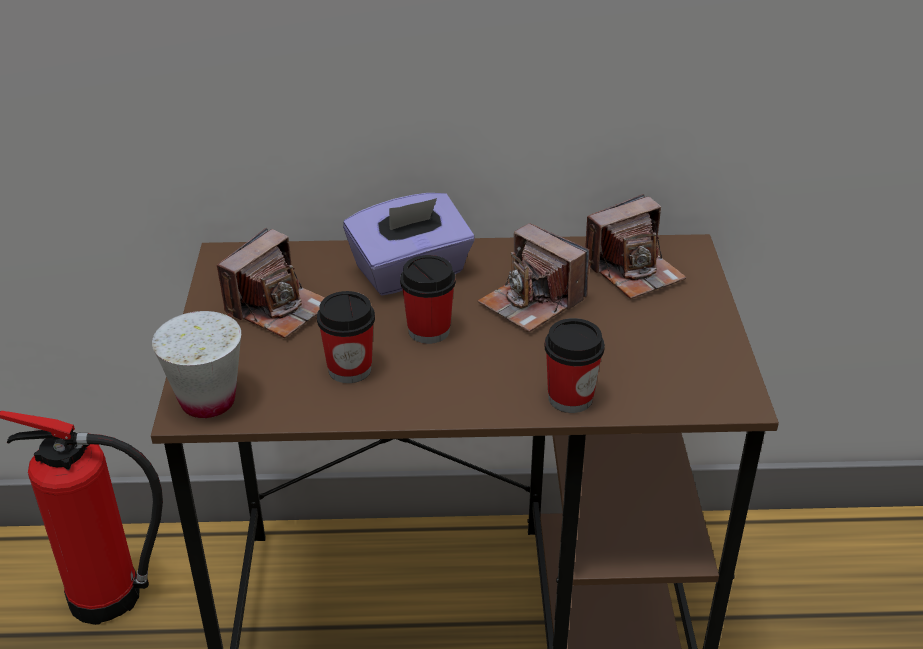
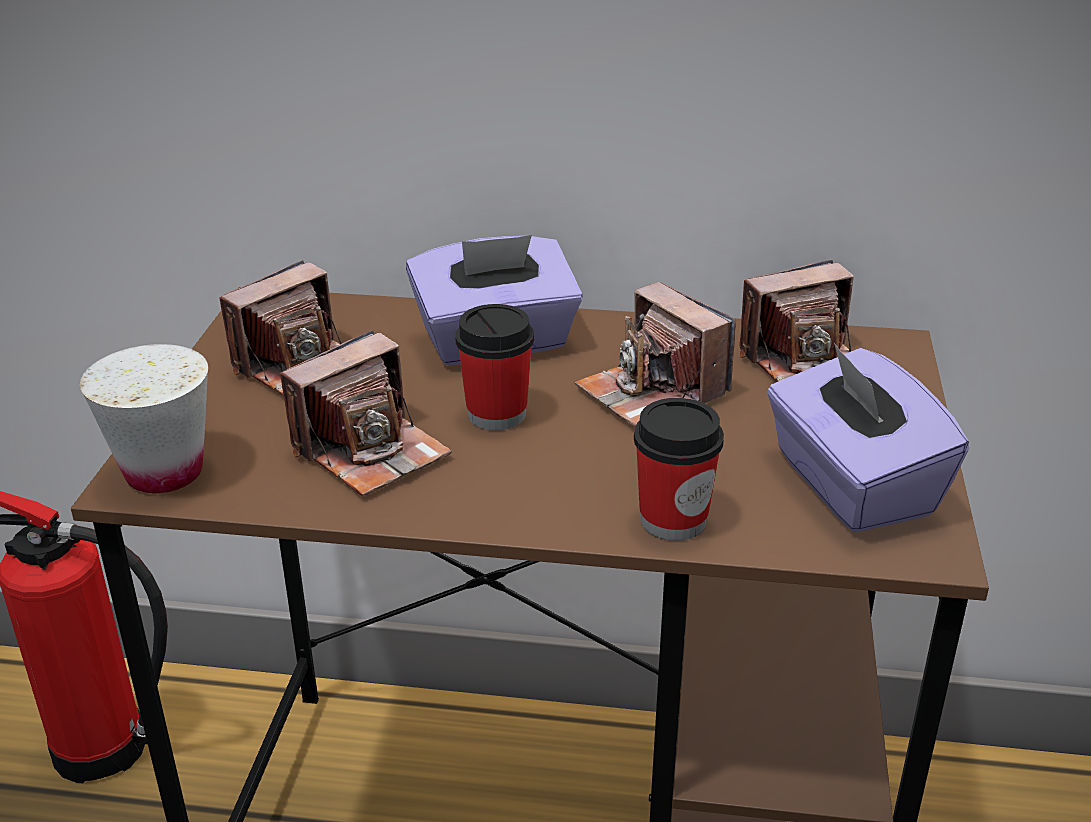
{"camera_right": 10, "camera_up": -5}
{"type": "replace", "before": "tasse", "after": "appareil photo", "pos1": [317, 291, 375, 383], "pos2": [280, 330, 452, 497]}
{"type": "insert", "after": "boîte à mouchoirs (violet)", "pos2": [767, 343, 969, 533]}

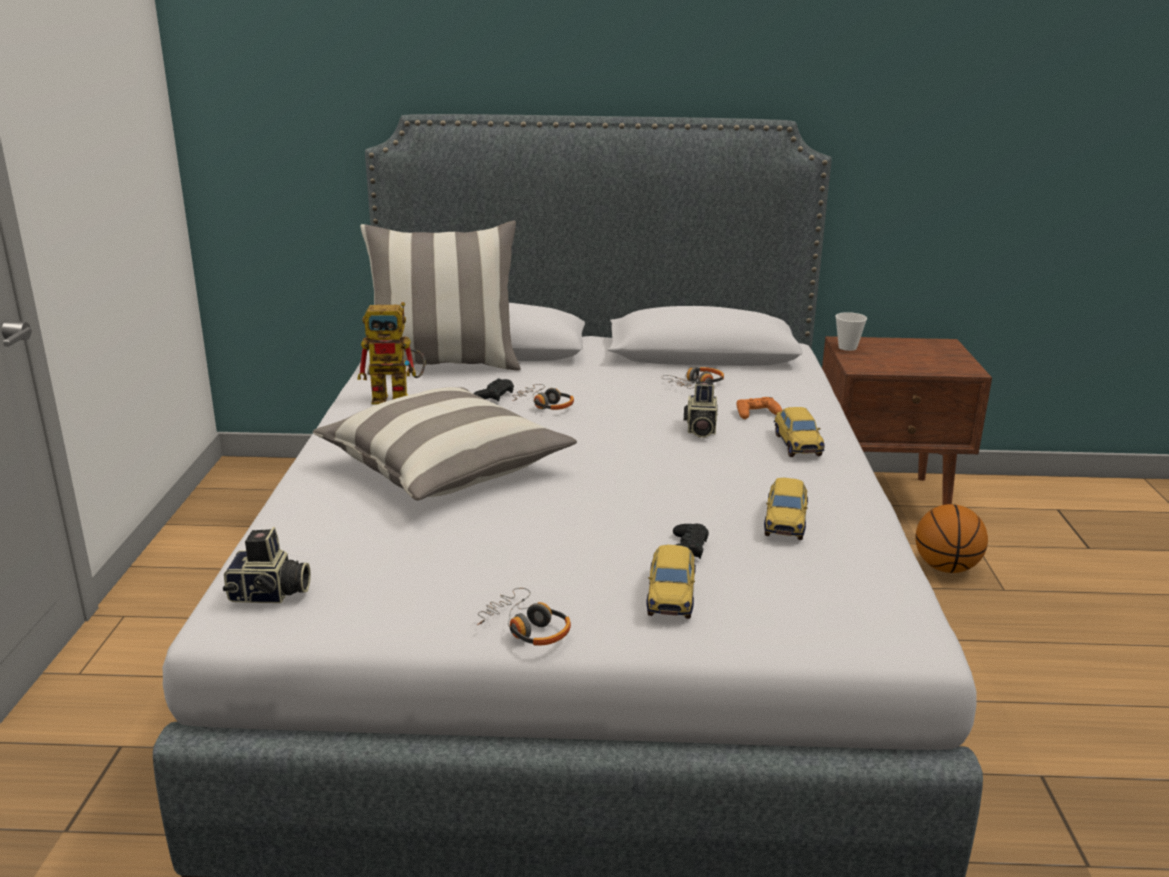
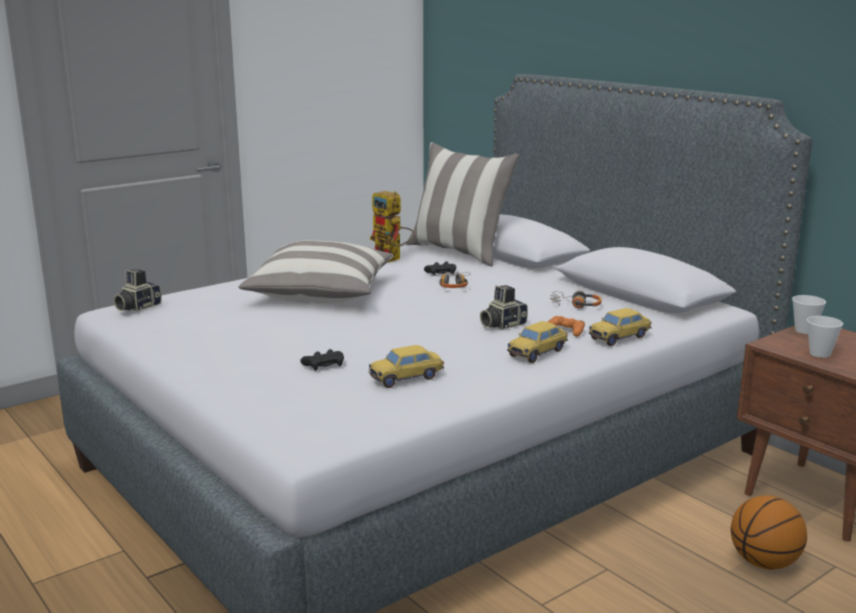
{"camera_right": 50, "camera_up": -5}
{"type": "rotate", "before": "appareil photo", "pos1": [223, 527, 311, 603], "pos2": [114, 269, 162, 312], "turn": 75}
{"type": "move", "before": "petite voiture", "pos1": [646, 545, 696, 619], "pos2": [589, 308, 651, 346]}
{"type": "insert", "after": "tasse", "pos2": [807, 316, 843, 358]}
{"type": "delete", "before": "casque audio", "pos1": [477, 588, 571, 646]}

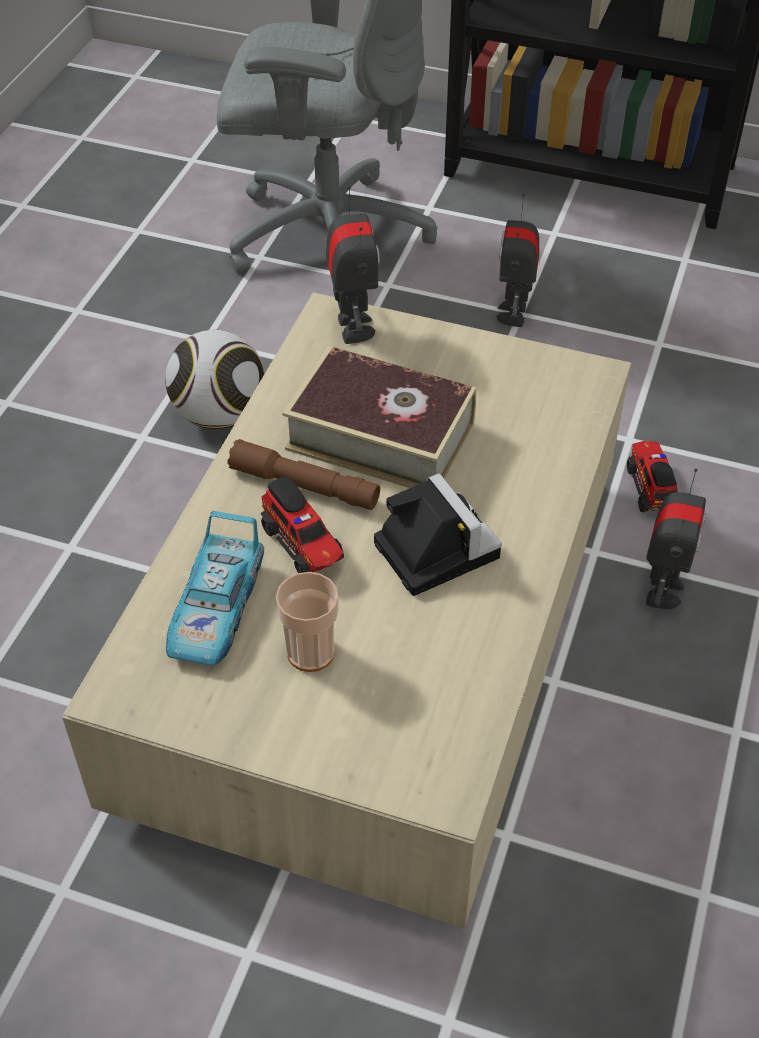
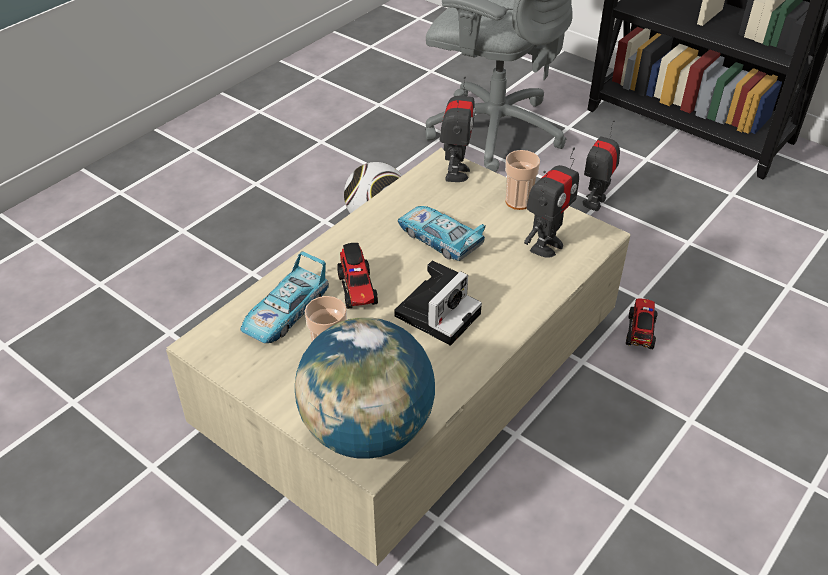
{"camera_right": 20, "camera_up": -5}
{"type": "insert", "after": "globe", "pos2": [295, 317, 435, 459]}
{"type": "rotate", "before": "appareil photo", "pos1": [374, 473, 502, 596], "pos2": [394, 261, 482, 345], "turn": 45}
{"type": "replace", "before": "livre", "after": "petite voiture", "pos1": [282, 346, 476, 488], "pos2": [398, 206, 486, 261]}
{"type": "insert", "after": "tasse", "pos2": [505, 150, 540, 210]}
{"type": "move", "before": "robot jouet", "pos1": [646, 468, 706, 609], "pos2": [524, 147, 579, 258]}
{"type": "delete", "before": "lampe de poche (marron)", "pos1": [228, 439, 380, 510]}

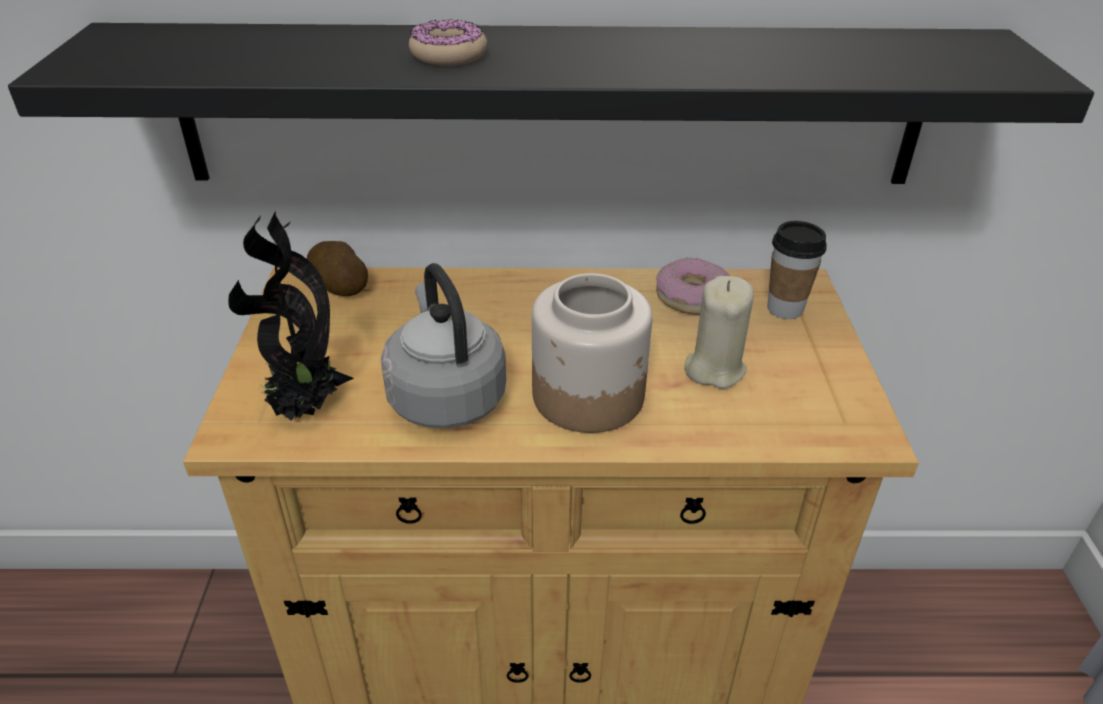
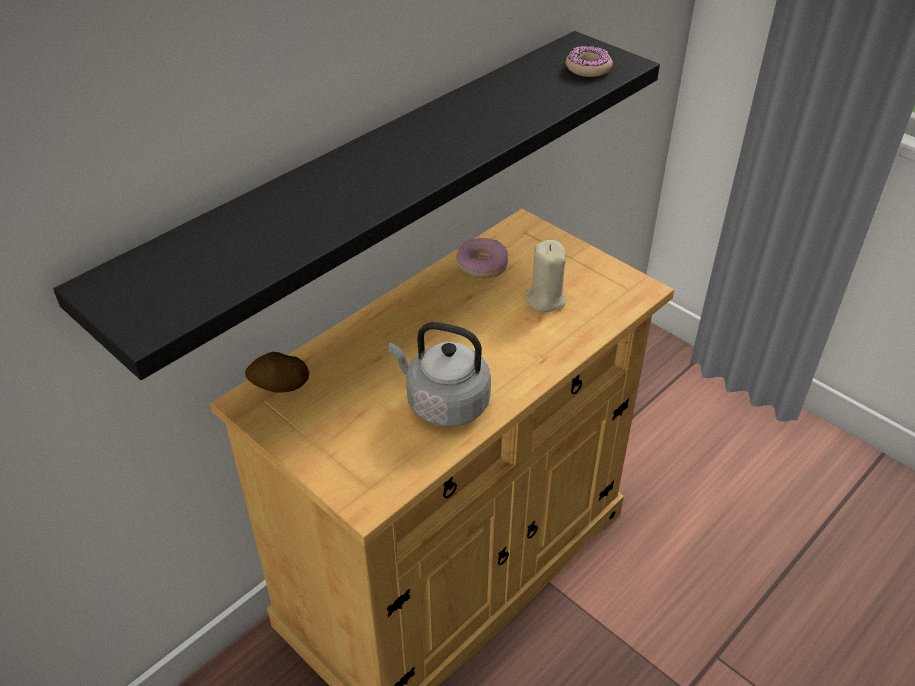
{"camera_right": -45, "camera_up": 5}
{"type": "move", "before": "beignet", "pos1": [409, 19, 487, 65], "pos2": [566, 46, 613, 77]}
{"type": "delete", "before": "plante en pot", "pos1": [228, 211, 354, 421]}
{"type": "delete", "before": "bocal", "pos1": [532, 273, 652, 433]}
{"type": "delete", "before": "tasse", "pos1": [767, 221, 827, 319]}

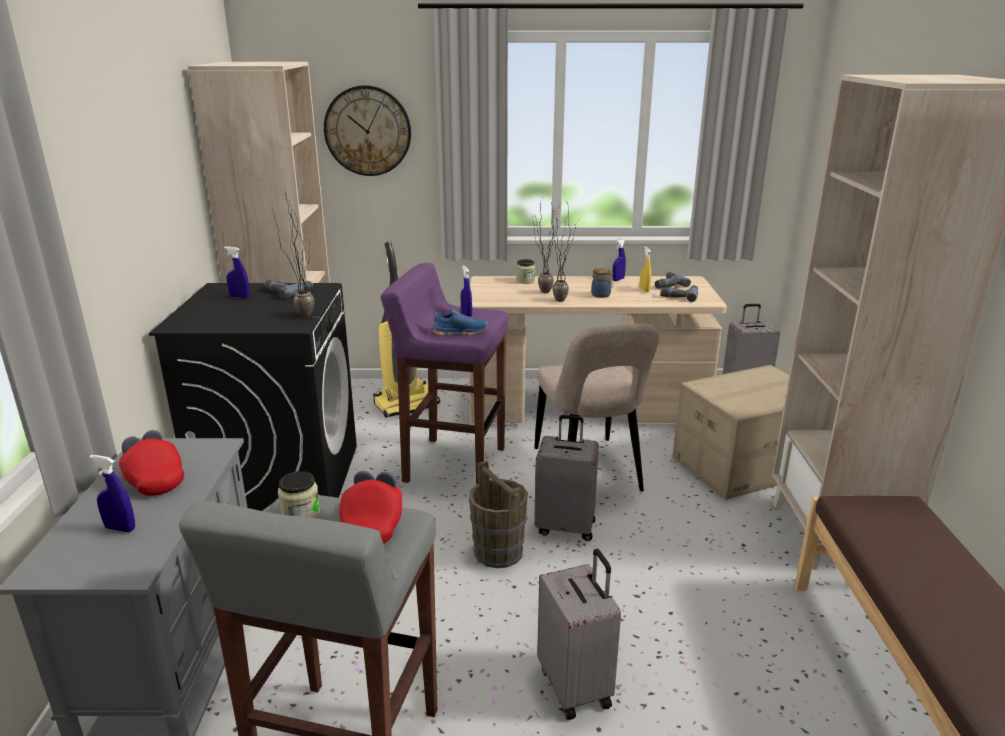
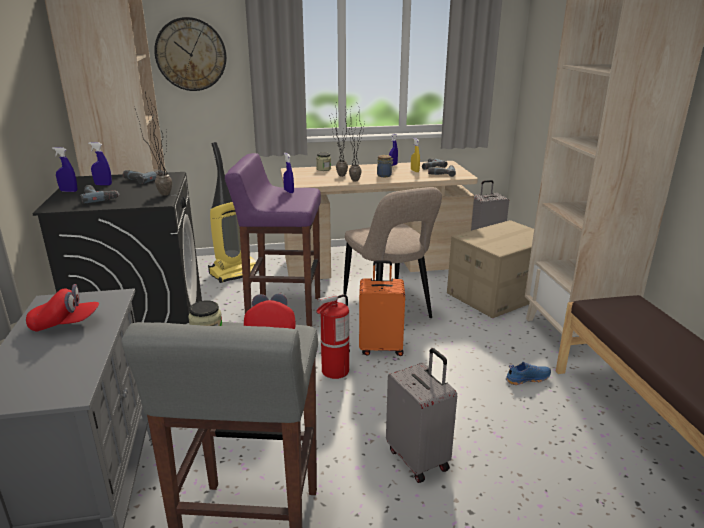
{"camera_right": -10, "camera_up": 0}
{"type": "rotate", "before": "casquette (rouge)", "pos1": [119, 430, 184, 496], "pos2": [26, 284, 99, 332], "turn": 135}
{"type": "move", "before": "vaporisateur (bleu)", "pos1": [90, 455, 135, 532], "pos2": [52, 147, 78, 192]}
{"type": "insert", "after": "perceuse", "pos2": [80, 185, 120, 204]}
{"type": "replace", "before": "seau (marron)", "after": "extincteur", "pos1": [469, 460, 528, 568], "pos2": [316, 294, 350, 379]}
{"type": "recolor", "before": "valise (gris)", "after": "valise (orange)", "pos1": [534, 415, 599, 541], "pos2": [359, 260, 405, 356]}
{"type": "move", "before": "chaussure (bleu)", "pos1": [432, 309, 488, 335], "pos2": [506, 362, 551, 385]}

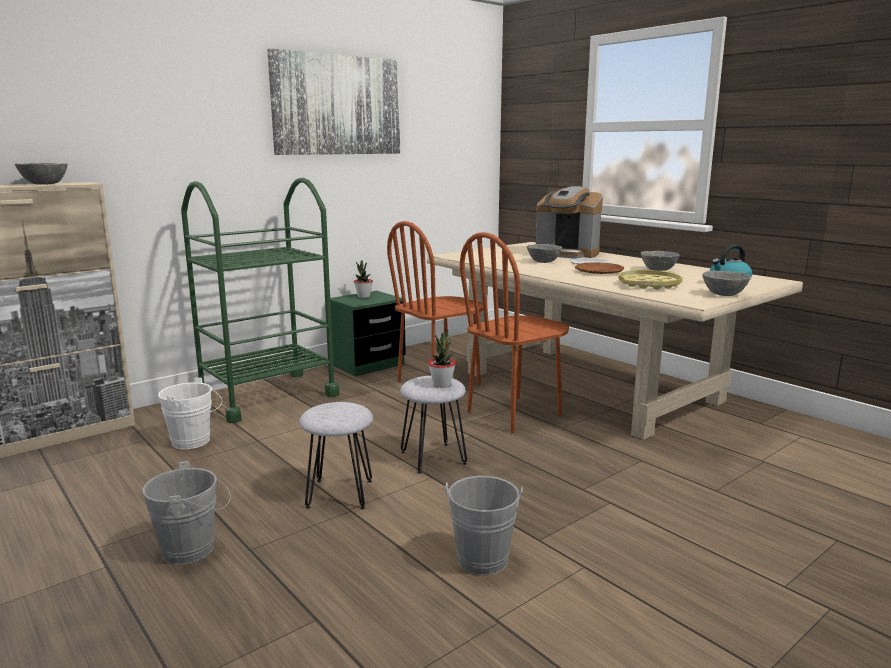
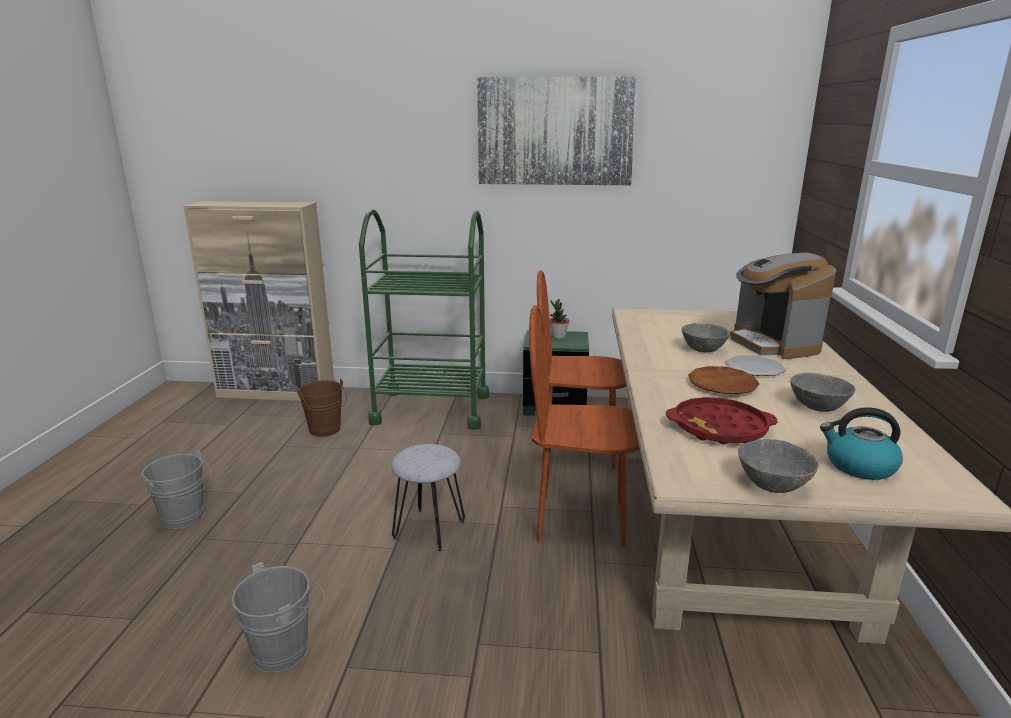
{"camera_right": 45, "camera_up": 5}
{"type": "recolor", "before": "seau (blanc)", "after": "seau (marron)", "pos1": [158, 378, 222, 449], "pos2": [297, 379, 347, 437]}
{"type": "recolor", "before": "plateau (jaune)", "after": "plateau (rouge)", "pos1": [618, 270, 683, 290], "pos2": [666, 397, 778, 444]}
{"type": "delete", "before": "bol (gris)", "pos1": [15, 163, 68, 185]}
{"type": "delete", "before": "tabouret (gris)", "pos1": [299, 402, 373, 509]}
{"type": "delete", "before": "plante en pot", "pos1": [428, 331, 456, 388]}

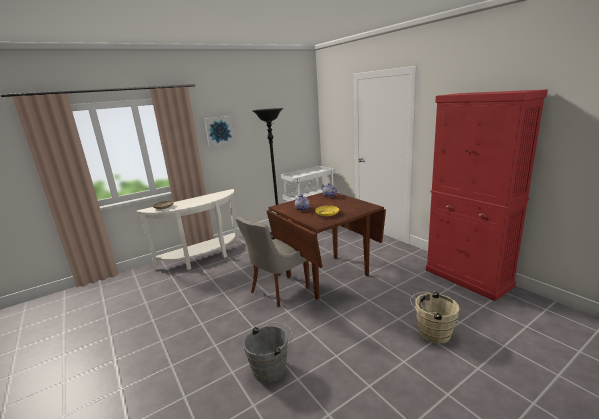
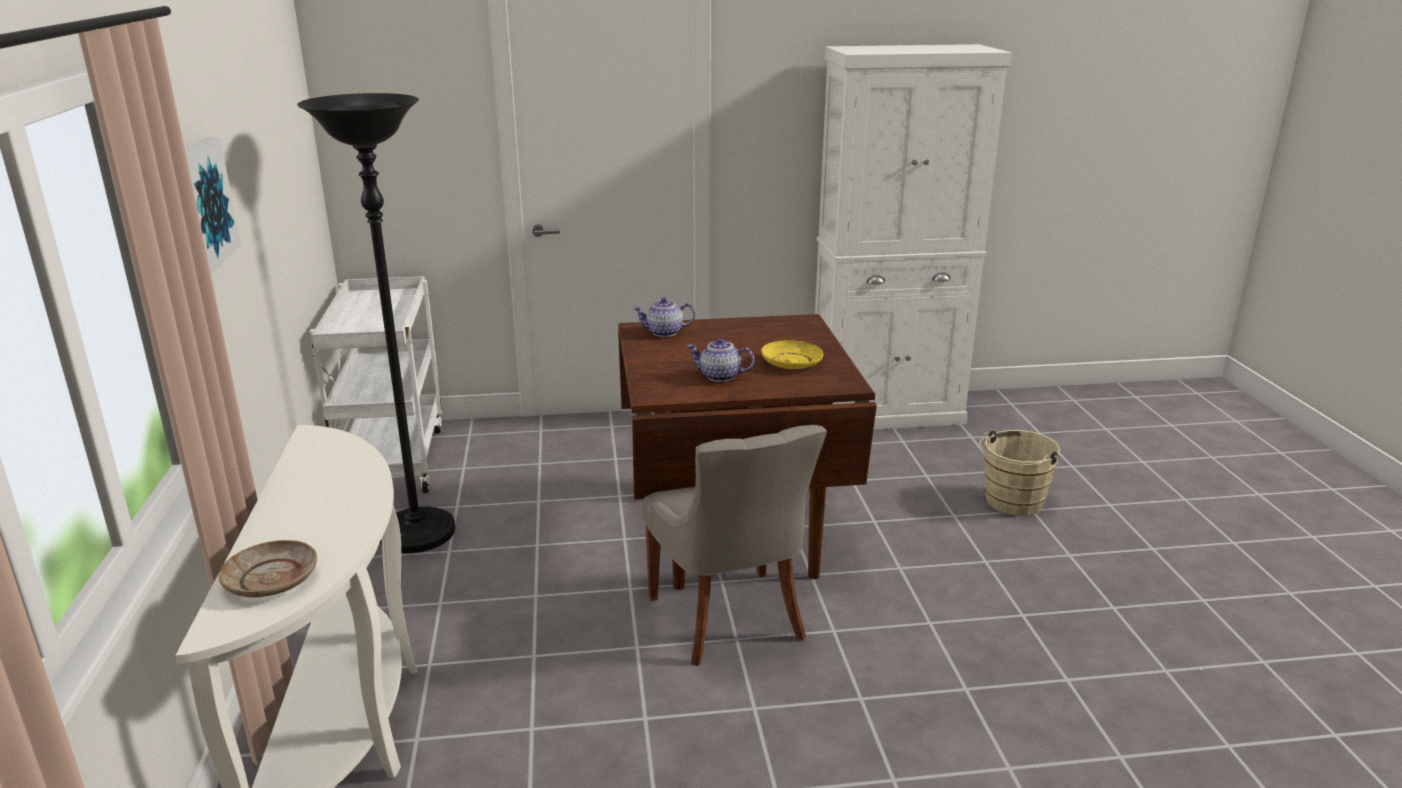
{"camera_right": -65, "camera_up": 5}
{"type": "recolor", "before": "meuble de rangement (rouge)", "after": "meuble de rangement (blanc)", "pos1": [426, 89, 548, 301], "pos2": [815, 44, 1012, 430]}
{"type": "delete", "before": "seau (gris)", "pos1": [243, 323, 292, 383]}

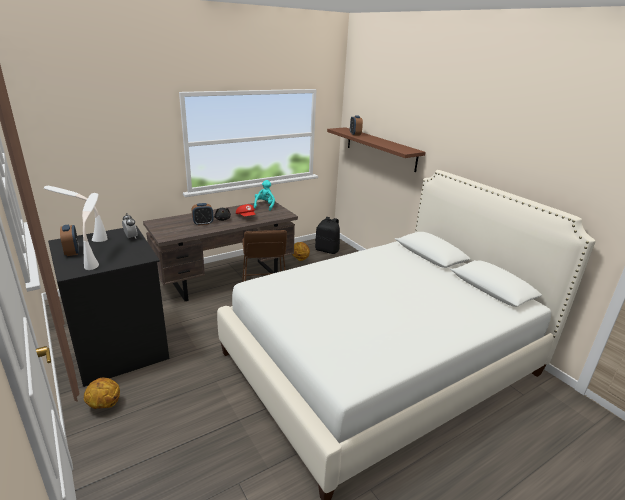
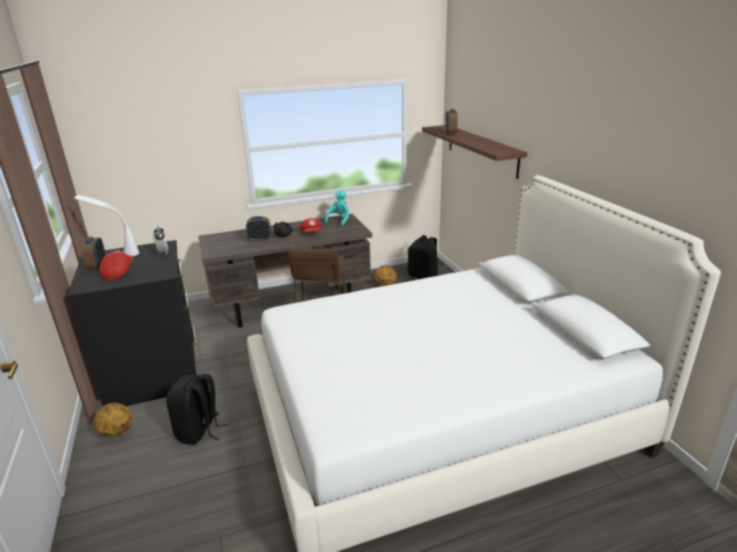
{"camera_right": 15, "camera_up": 0}
{"type": "replace", "before": "lampe de table (blanc)", "after": "casquette (rouge)", "pos1": [82, 193, 99, 270], "pos2": [99, 251, 133, 280]}
{"type": "insert", "after": "sac à dos (noir)", "pos2": [166, 374, 228, 445]}

